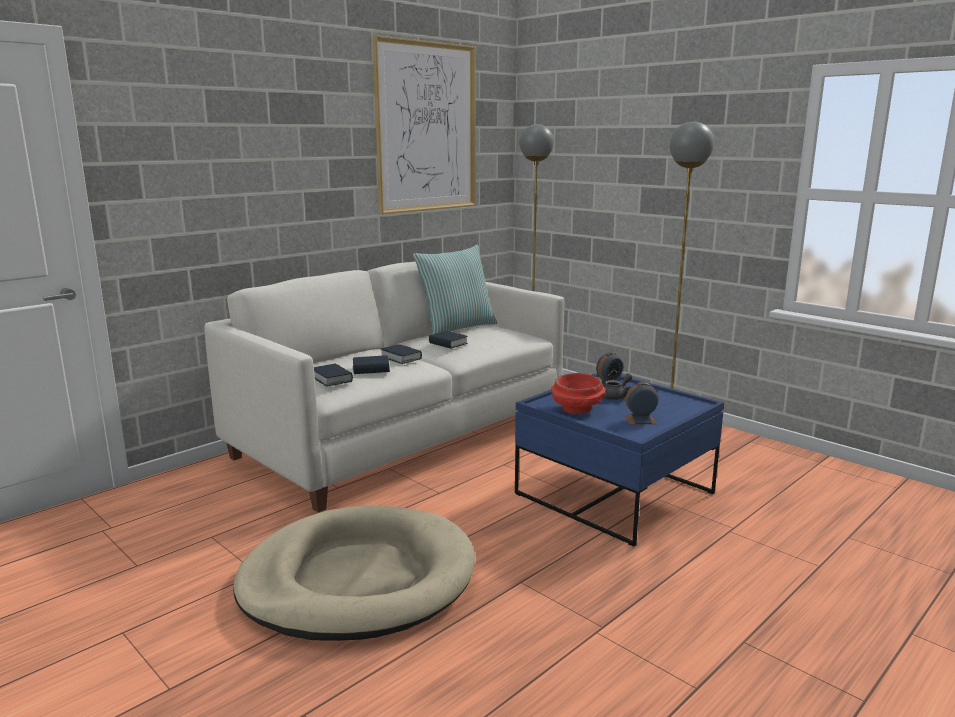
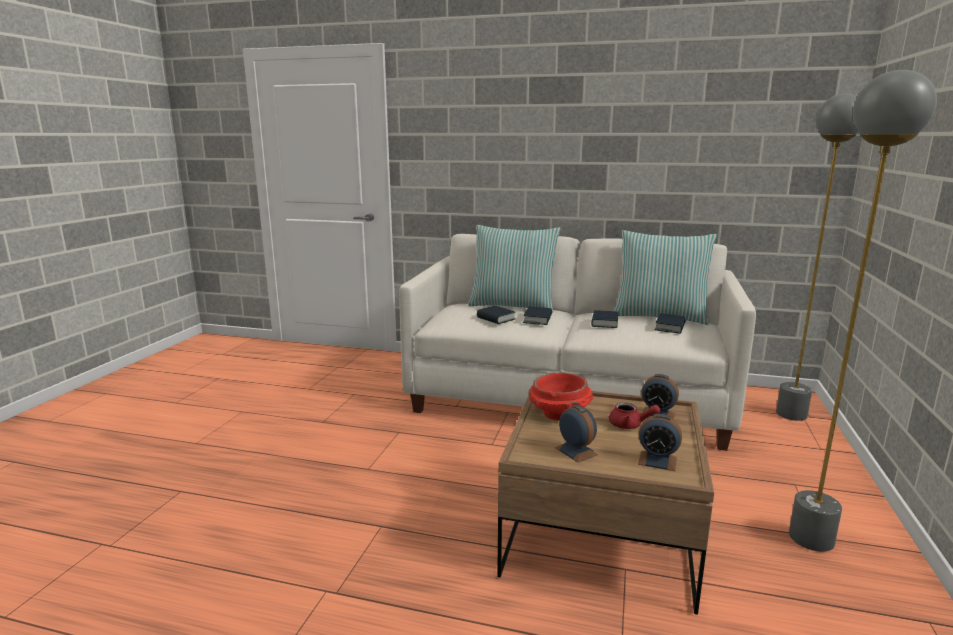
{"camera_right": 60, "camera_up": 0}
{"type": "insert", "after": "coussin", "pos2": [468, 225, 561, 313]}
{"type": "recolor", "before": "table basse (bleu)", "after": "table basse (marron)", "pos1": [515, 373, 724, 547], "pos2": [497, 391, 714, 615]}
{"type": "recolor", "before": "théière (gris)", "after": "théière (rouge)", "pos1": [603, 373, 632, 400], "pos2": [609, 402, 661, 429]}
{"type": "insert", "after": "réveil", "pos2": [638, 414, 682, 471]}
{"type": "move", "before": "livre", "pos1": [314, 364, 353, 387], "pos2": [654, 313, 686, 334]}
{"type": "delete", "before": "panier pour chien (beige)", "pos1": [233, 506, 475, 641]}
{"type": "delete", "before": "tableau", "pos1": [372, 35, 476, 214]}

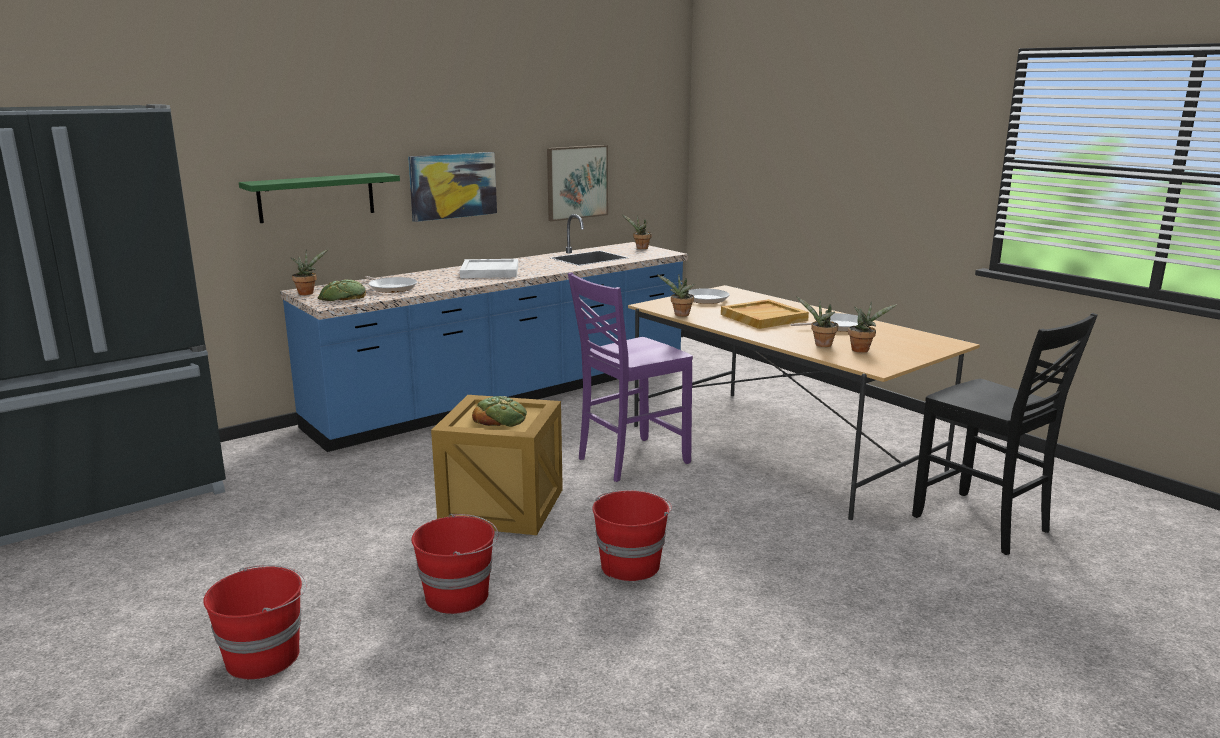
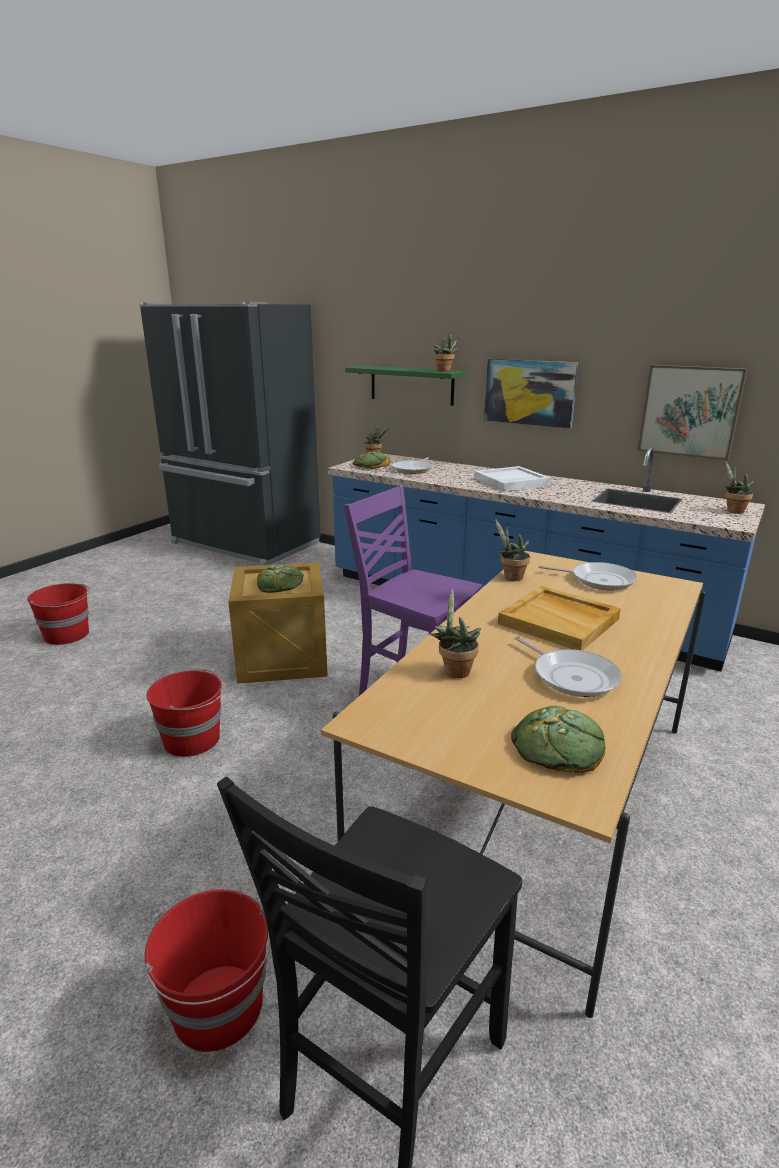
{"camera_right": 70, "camera_up": 5}
{"type": "move", "before": "seau (rouge)", "pos1": [411, 514, 499, 614], "pos2": [145, 889, 271, 1052]}
{"type": "move", "before": "plante en pot", "pos1": [848, 301, 897, 353], "pos2": [434, 333, 459, 372]}
{"type": "insert", "after": "pain", "pos2": [511, 706, 605, 773]}

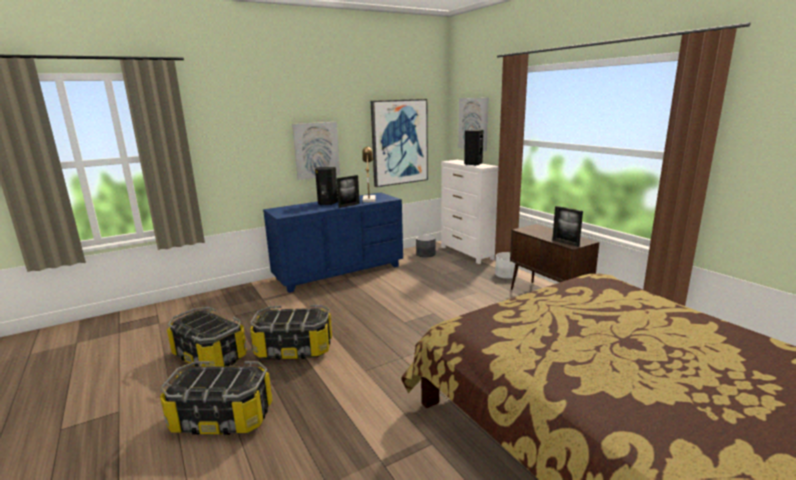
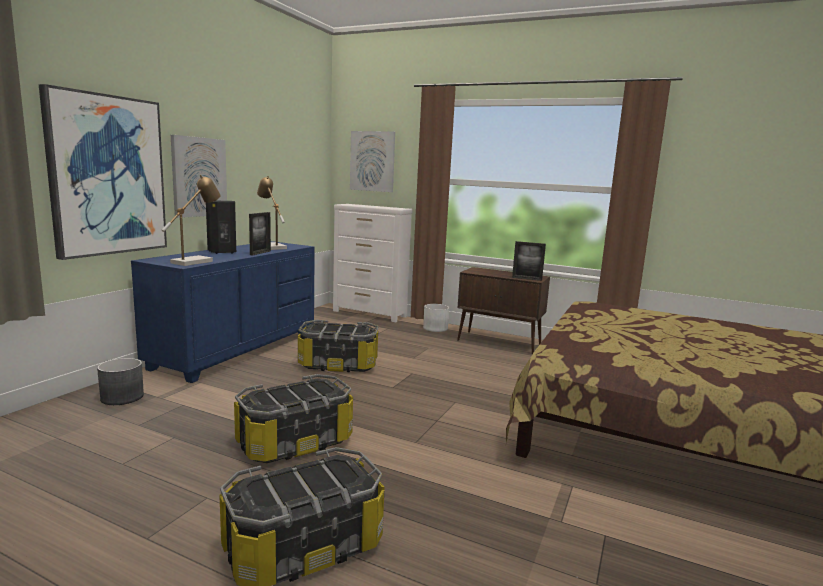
{"camera_right": -35, "camera_up": -5}
{"type": "move", "before": "tableau", "pos1": [371, 99, 428, 187], "pos2": [39, 84, 167, 260]}
{"type": "move", "before": "cache-pot (gris)", "pos1": [416, 235, 436, 258], "pos2": [97, 358, 144, 405]}
{"type": "insert", "after": "lampe de table", "pos2": [162, 175, 221, 266]}
{"type": "move", "before": "boîte de rangement", "pos1": [167, 307, 247, 367], "pos2": [298, 320, 378, 372]}
{"type": "delete", "before": "enceinte (noir)", "pos1": [464, 130, 483, 166]}

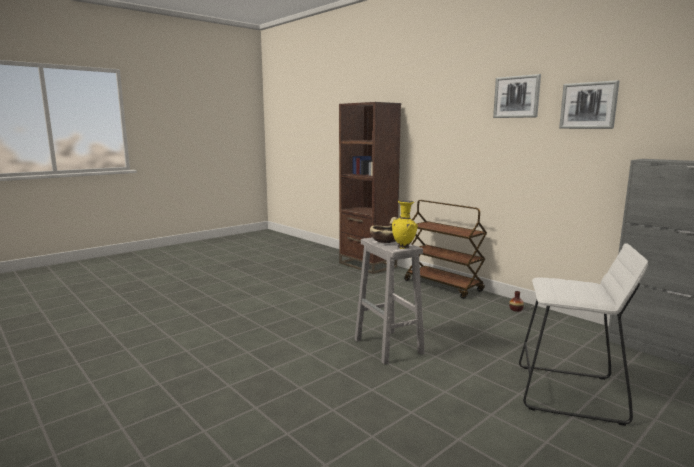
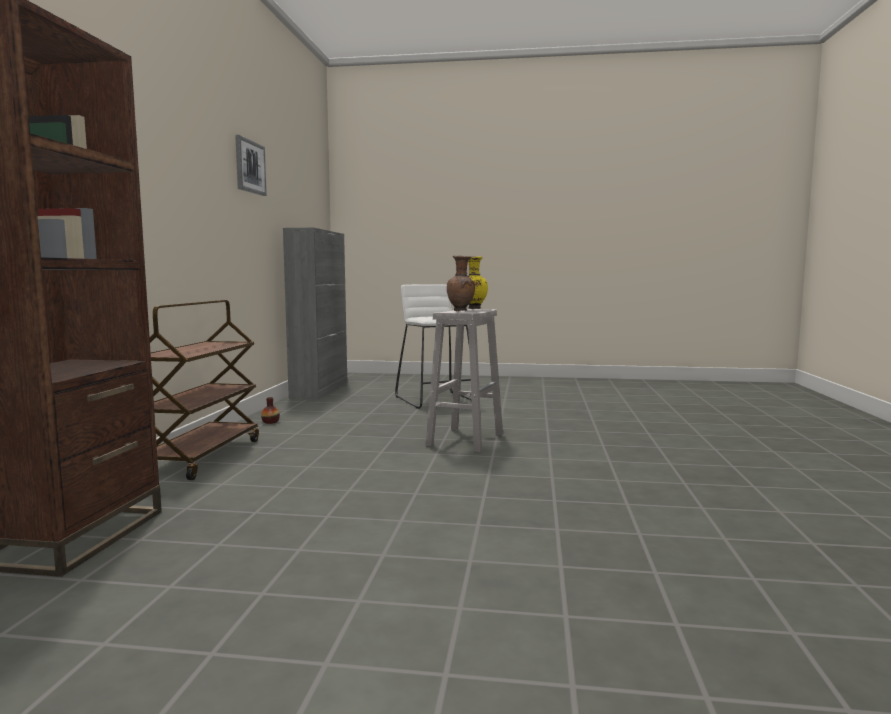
{"camera_right": -130, "camera_up": -5}
{"type": "replace", "before": "bol (beige)", "after": "vase (marron)", "pos1": [370, 217, 398, 243], "pos2": [447, 256, 475, 311]}
{"type": "delete", "before": "tableau", "pos1": [493, 74, 541, 118]}

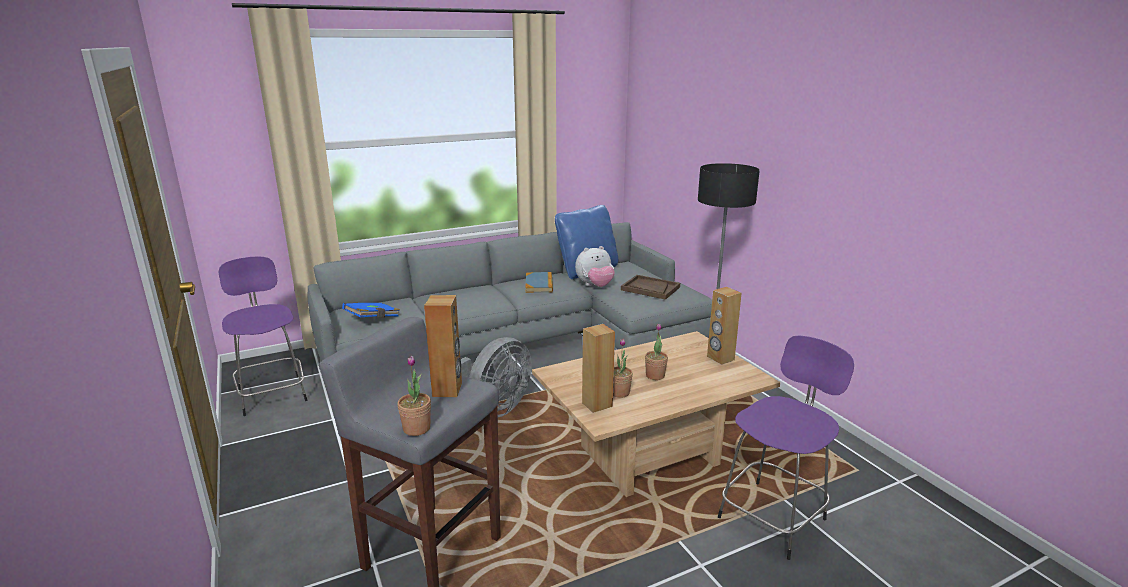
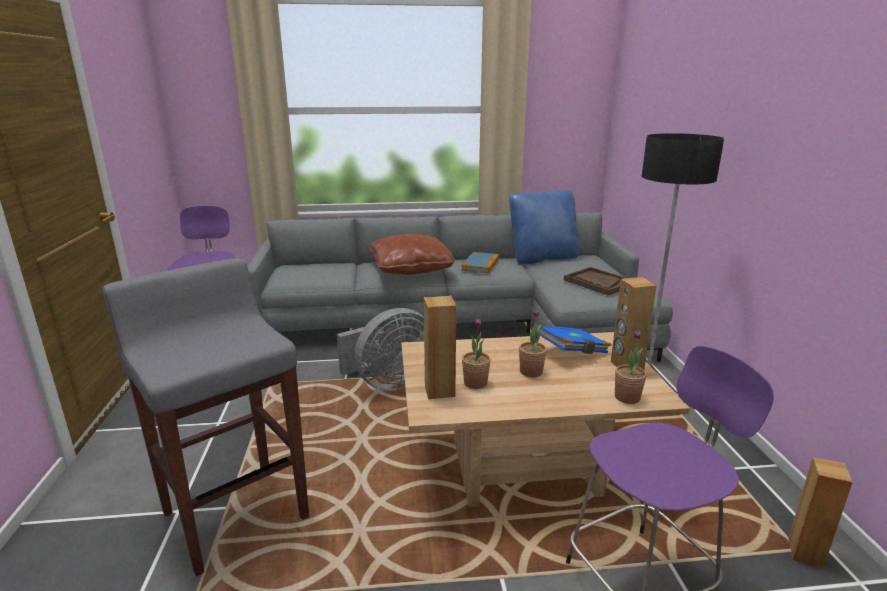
{"camera_right": 20, "camera_up": 0}
{"type": "insert", "after": "coussin (marron)", "pos2": [369, 234, 455, 275]}
{"type": "move", "before": "livre (bleu)", "pos1": [342, 303, 400, 318], "pos2": [538, 325, 611, 354]}
{"type": "move", "before": "plante en pot", "pos1": [397, 356, 431, 436], "pos2": [615, 330, 647, 404]}
{"type": "move", "before": "enceinte (marron)", "pos1": [424, 295, 462, 397], "pos2": [788, 457, 853, 568]}
{"type": "delete", "before": "peluche", "pos1": [575, 246, 615, 287]}

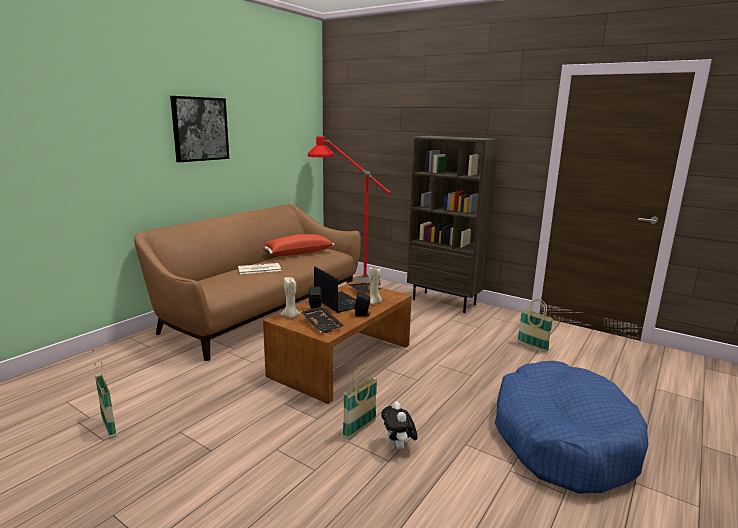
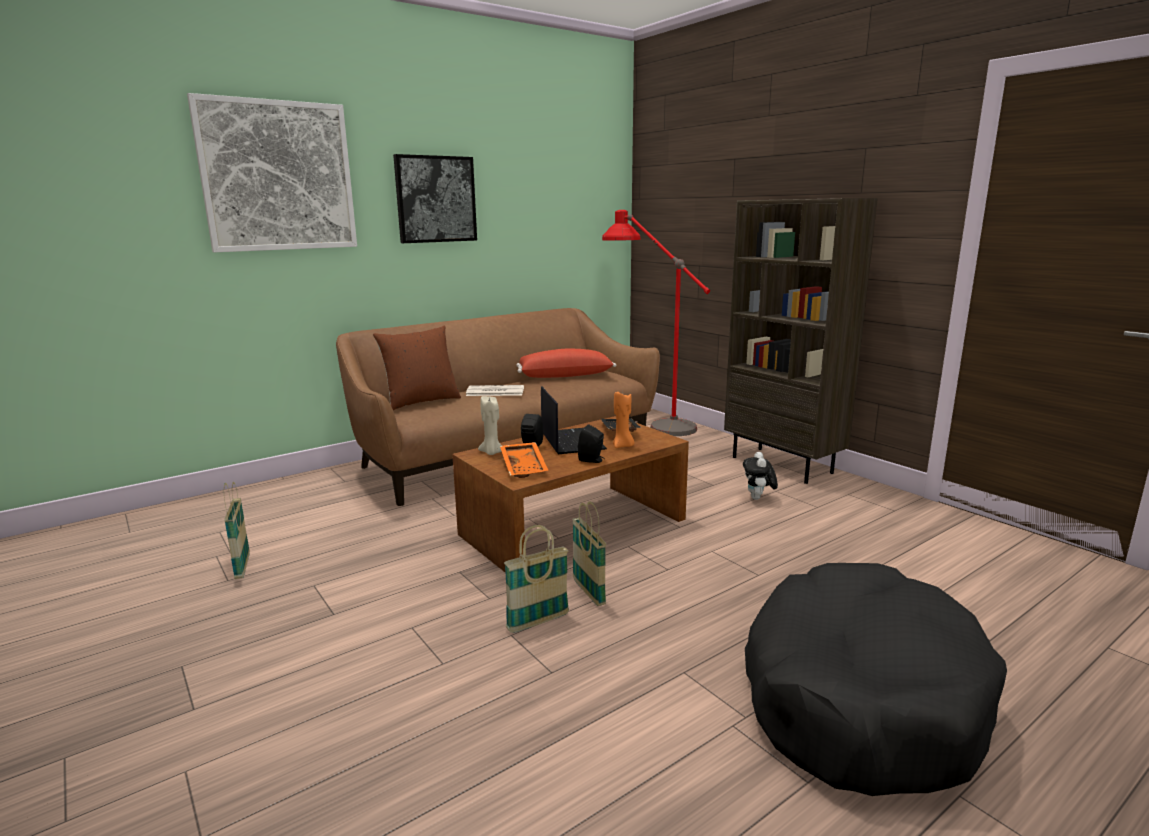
{"camera_right": 20, "camera_up": 0}
{"type": "insert", "after": "tableau", "pos2": [187, 93, 357, 252]}
{"type": "insert", "after": "coussin (marron)", "pos2": [373, 326, 461, 410]}
{"type": "recolor", "before": "plateau (noir)", "after": "plateau (orange)", "pos1": [300, 306, 344, 333], "pos2": [500, 442, 549, 478]}
{"type": "move", "before": "panier", "pos1": [517, 299, 554, 352], "pos2": [572, 501, 606, 606]}
{"type": "recolor", "before": "bougie (beige)", "after": "bougie (orange)", "pos1": [369, 267, 382, 305], "pos2": [613, 392, 634, 448]}
{"type": "move", "before": "peluche", "pos1": [381, 402, 418, 451], "pos2": [743, 452, 778, 500]}
{"type": "recolor", "before": "panier pour chien (bleu)", "after": "panier pour chien (noir)", "pos1": [495, 361, 648, 494], "pos2": [745, 563, 1007, 796]}

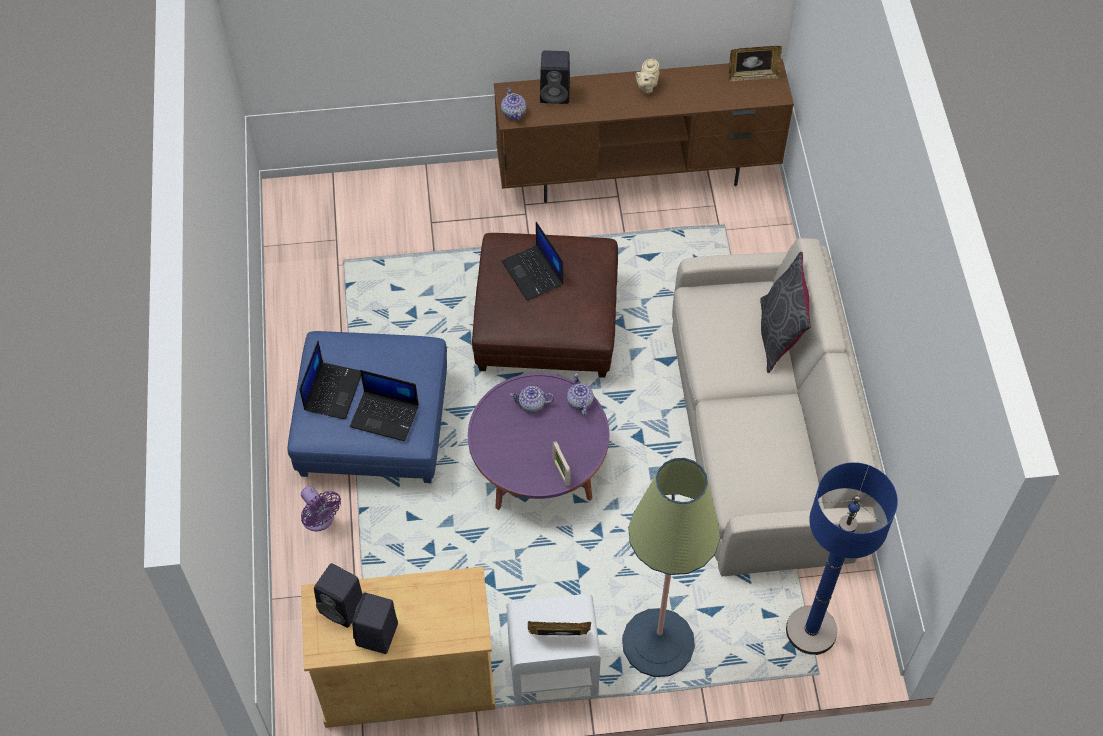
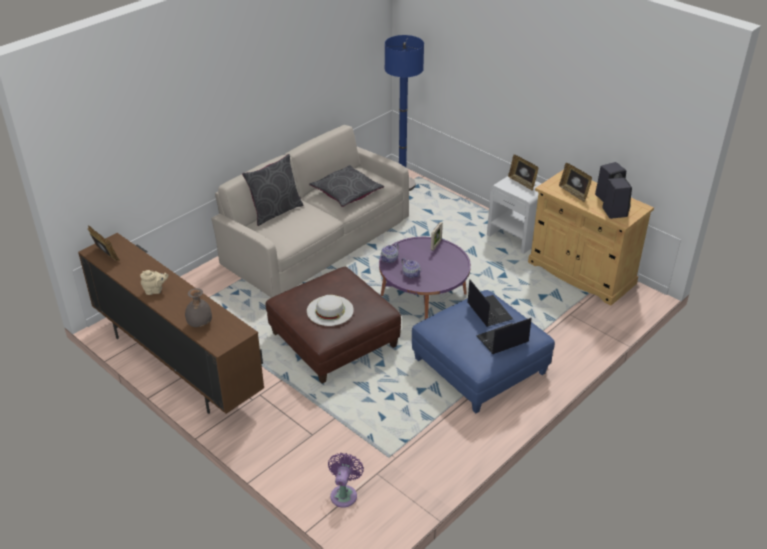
{"camera_right": -130, "camera_up": -20}
{"type": "replace", "before": "enceinte (noir)", "after": "vase (gris)", "pos1": [540, 50, 570, 104], "pos2": [185, 288, 212, 327]}
{"type": "replace", "before": "ordinateur portable", "after": "chapeau (blanc)", "pos1": [501, 222, 563, 301], "pos2": [307, 295, 354, 326]}
{"type": "insert", "after": "coussin (gris)", "pos2": [309, 165, 384, 207]}
{"type": "move", "before": "ventilateur (violet)", "pos1": [301, 486, 341, 531], "pos2": [328, 453, 364, 508]}
{"type": "insert", "after": "cadre photo", "pos2": [559, 163, 592, 202]}
{"type": "delete", "before": "théière", "pos1": [501, 87, 527, 121]}
{"type": "delete", "before": "lampadaire", "pos1": [622, 458, 720, 677]}

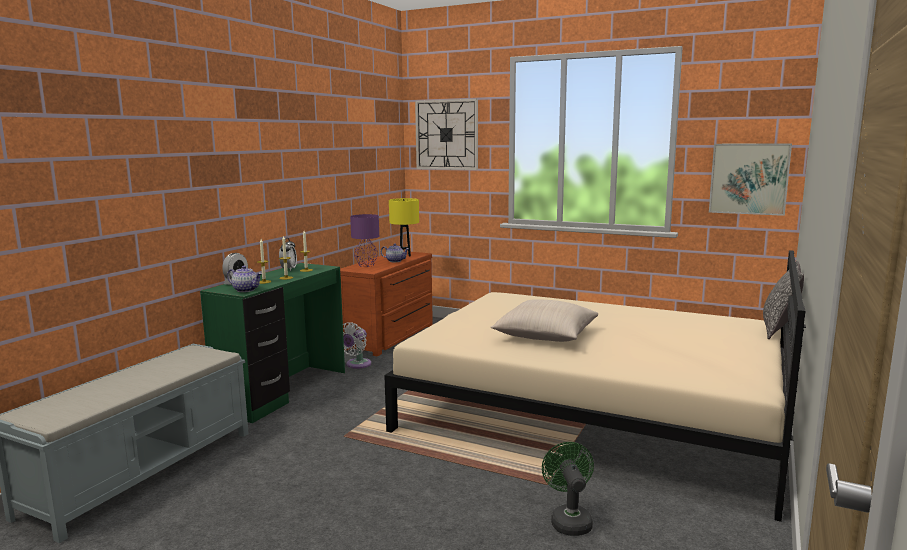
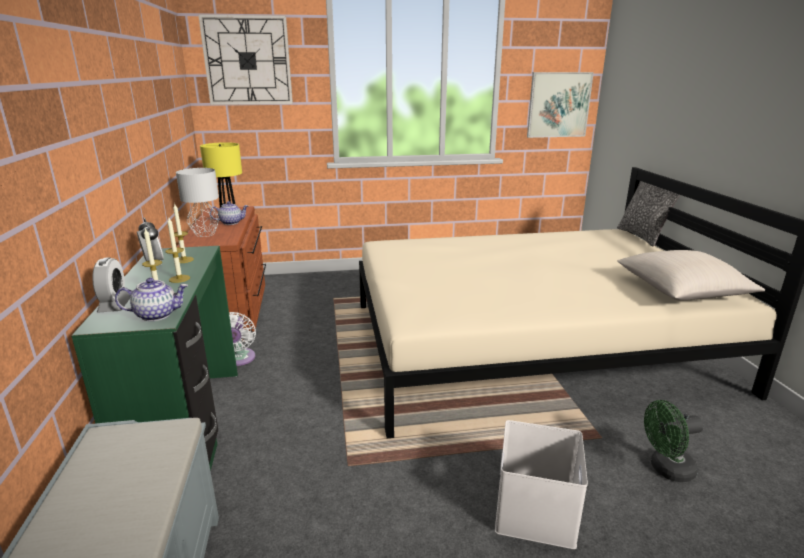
{"camera_right": -35, "camera_up": 10}
{"type": "recolor", "before": "lampe de table (violet)", "after": "lampe de table (gris)", "pos1": [350, 214, 379, 267], "pos2": [176, 168, 219, 237]}
{"type": "insert", "after": "boîte de rangement (blanc)", "pos2": [495, 420, 588, 549]}
{"type": "move", "before": "coussin (beige)", "pos1": [491, 299, 598, 342], "pos2": [617, 250, 765, 300]}
{"type": "rotate", "before": "ventilateur (vert)", "pos1": [542, 442, 594, 536], "pos2": [644, 400, 704, 482], "turn": -60}

